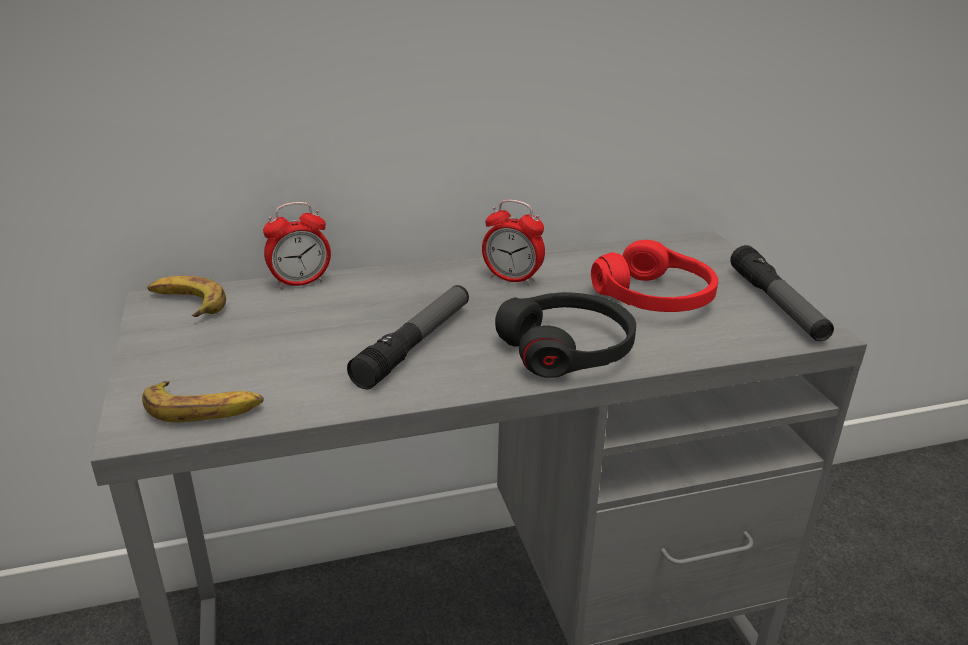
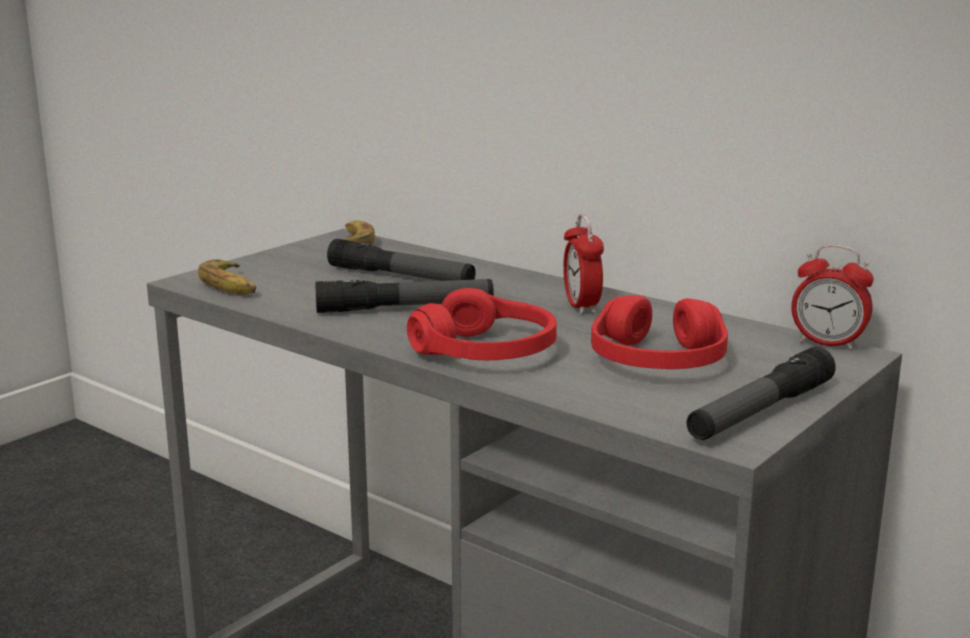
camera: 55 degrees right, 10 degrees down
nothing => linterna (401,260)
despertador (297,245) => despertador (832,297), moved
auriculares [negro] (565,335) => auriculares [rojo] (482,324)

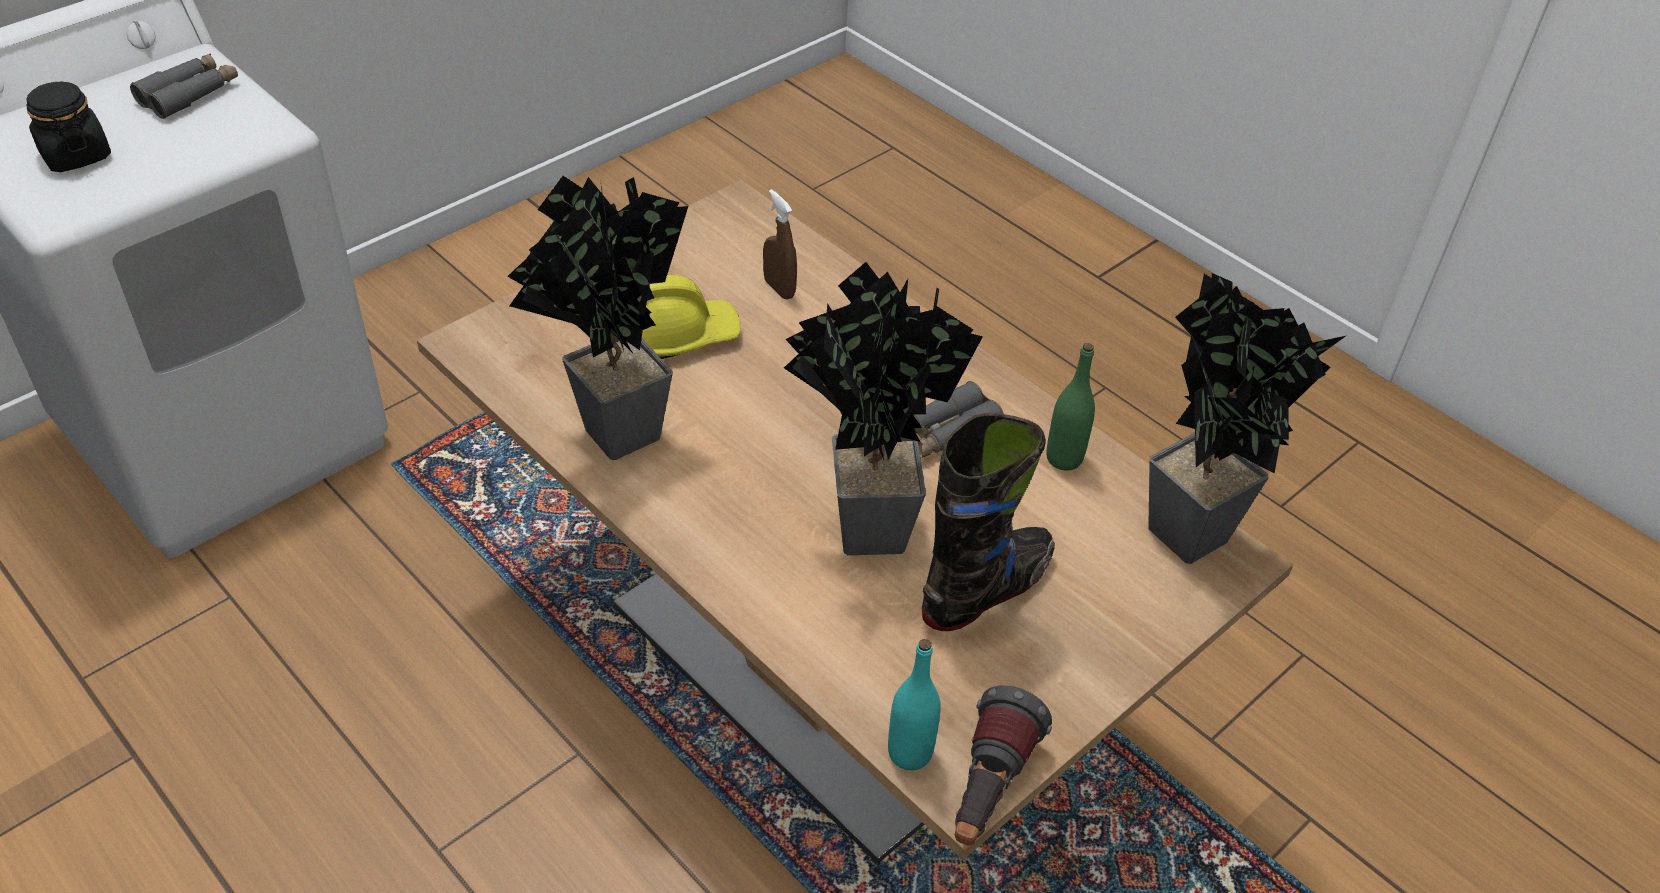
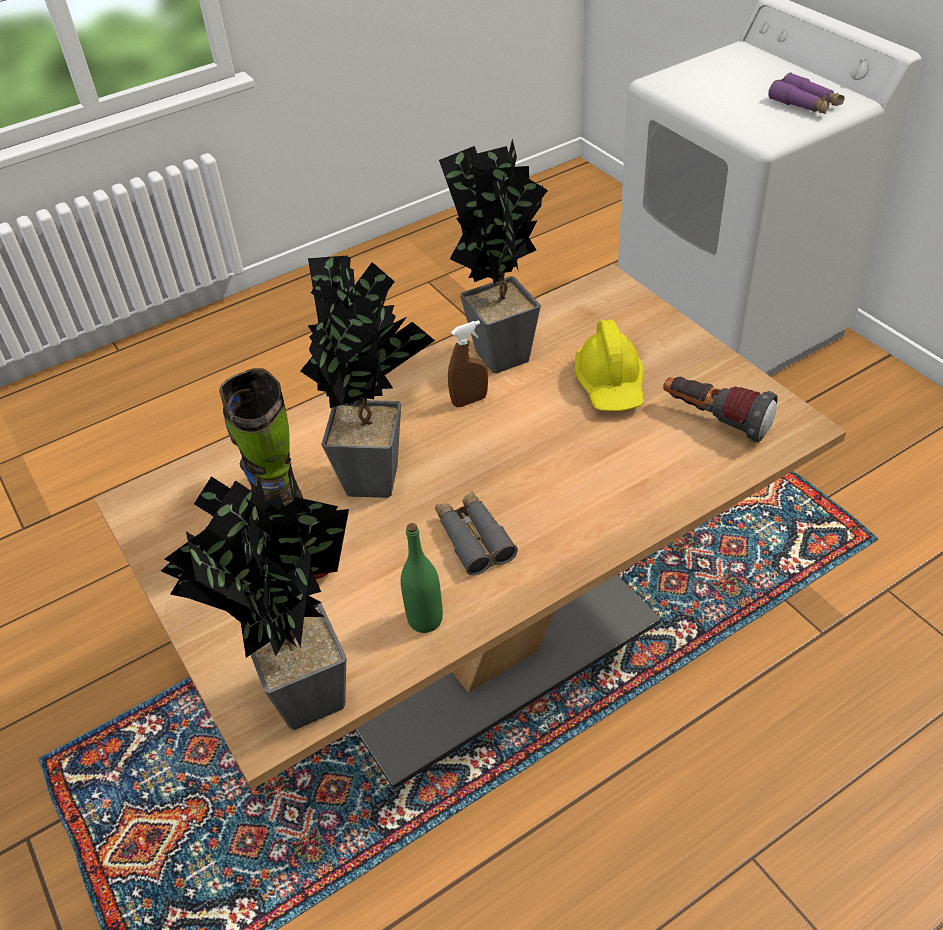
camera: 105 degrees right, 0 degrees up
tarro [negro] (68,127) => nothing
botella [turquesa] (914,704) => nothing
pulverizador [marrón] (780,244) => pulverizador [marrón] (468,363), moved
linterna (1003,765) => linterna (720,409), moved
prismáticos [gris] (184,86) => prismáticos [morado] (806,93)

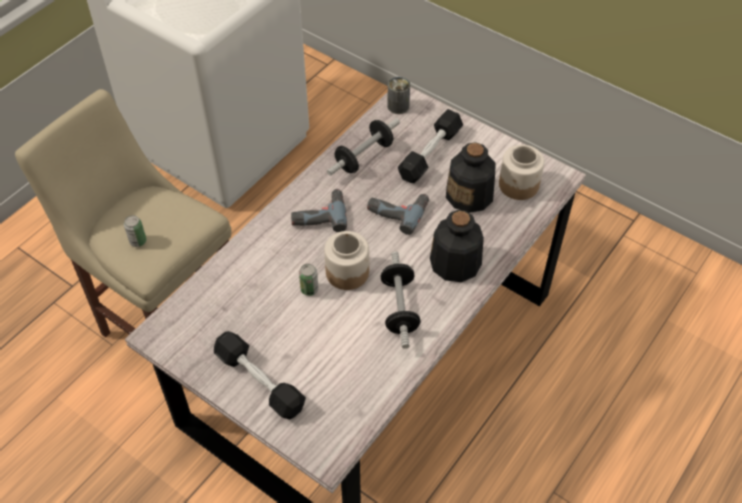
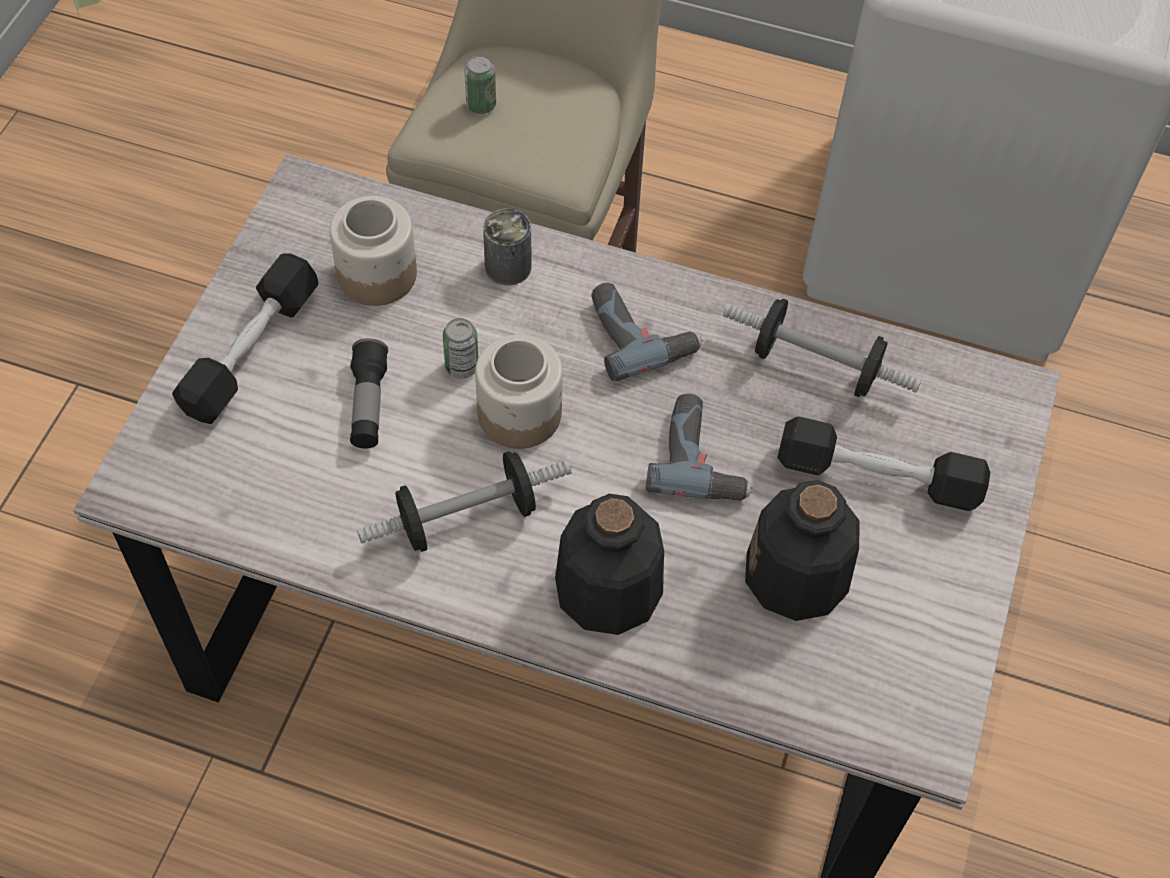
camera: 70 degrees right, 5 degrees up
nothing => linterna (369,393)
lata (398,95) => lata (507,246), moved
tarro (521,172) => tarro (373,251), moved

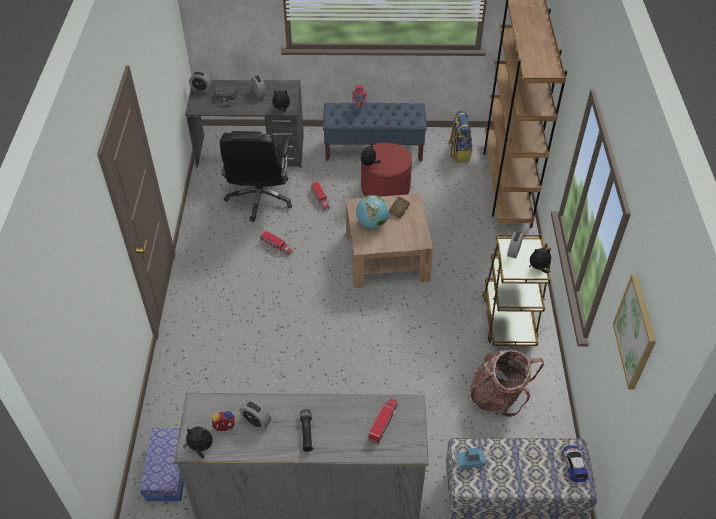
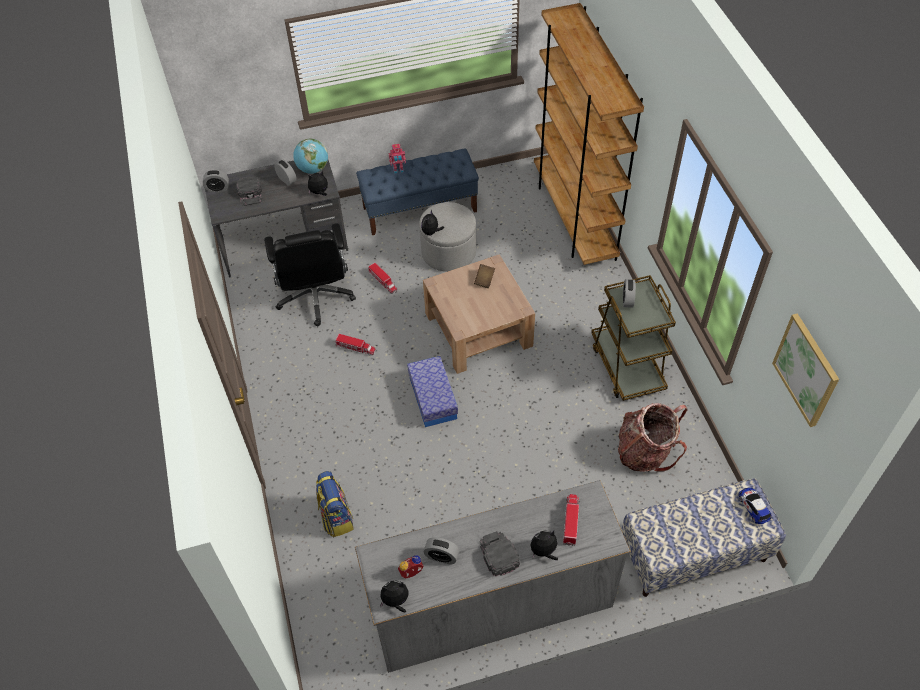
camera: 15 degrees left, 5 degrees up
coche de juguete [azul] (471,459) => nothing
caja de almacenaje (161,464) => caja de almacenaje (432,391), moved
globo terráqueo (372,211) => globo terráqueo (310,156), moved
mochila (460,136) => mochila (335,504), moved
peluche (540,260) => peluche (544,545), moved
linterna [negro] (306,430) => gorra [negro] (500,554)
puf [rojo] (386,170) => puf [gris] (447,237)

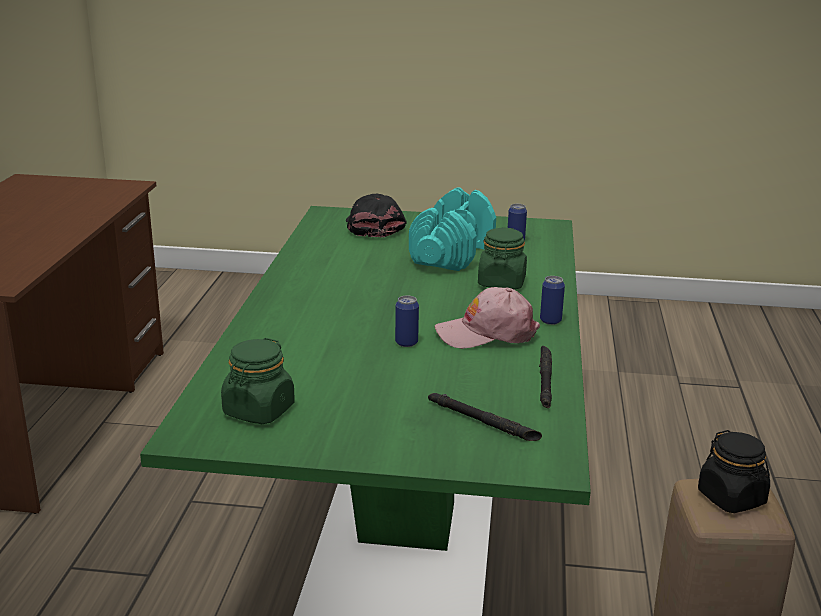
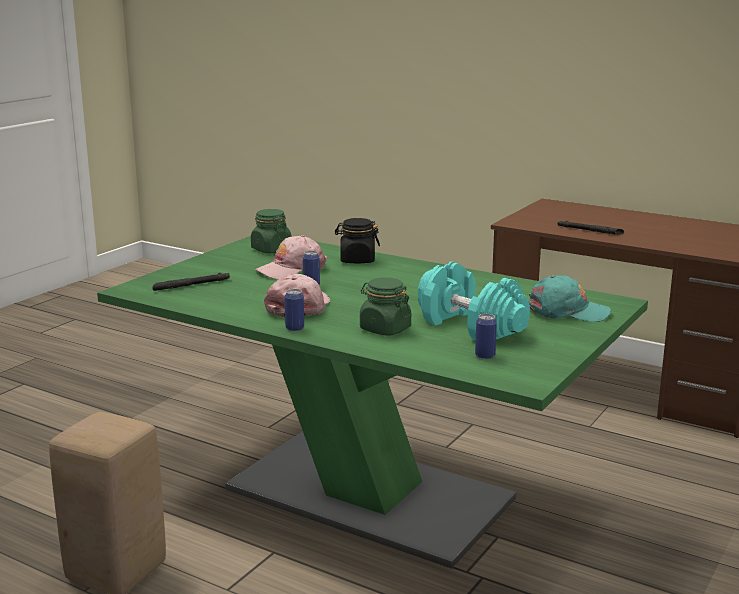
camera: 115 degrees right, 5 degrees down
nothing => gorra [rosa] (291,257)
linterna [negro] (545,377) => linterna [negro] (590,227), moved
tarro [negro] (734,471) => tarro [negro] (357,241), moved
gorra [negro] (376,215) => gorra [turquesa] (569,298)

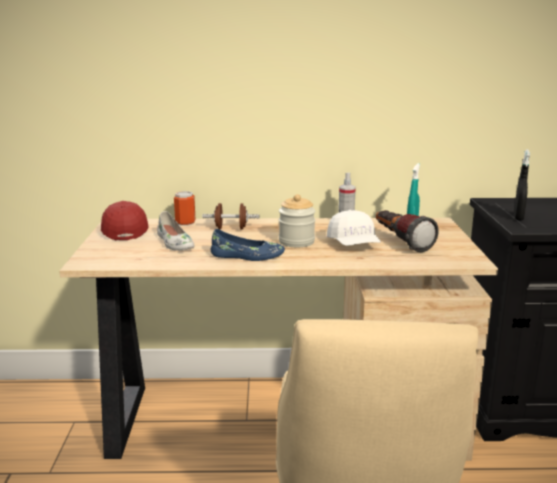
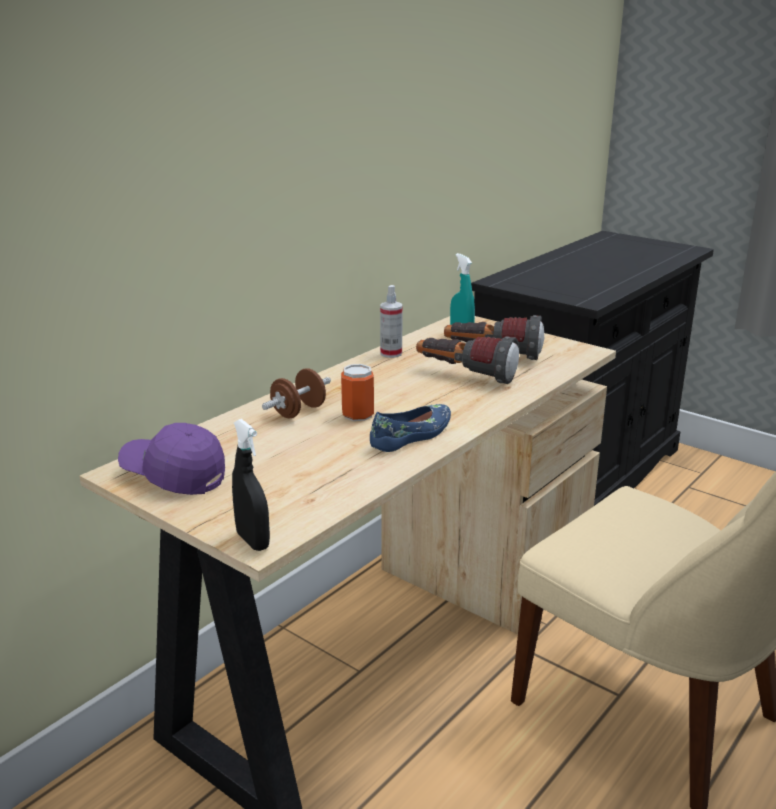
camera: 50 degrees left, 5 degrees up
zapato [blanco] (175,231) => nothing
tarro (297,220) => nothing
lata (184,208) => lata (357,392), moved
pulverizador [negro] (522,185) => pulverizador [negro] (251,485), moved
gorra [blanco] (354,228) => linterna (467,360)
gorra [rojo] (125,221) => gorra [morado] (171,459)

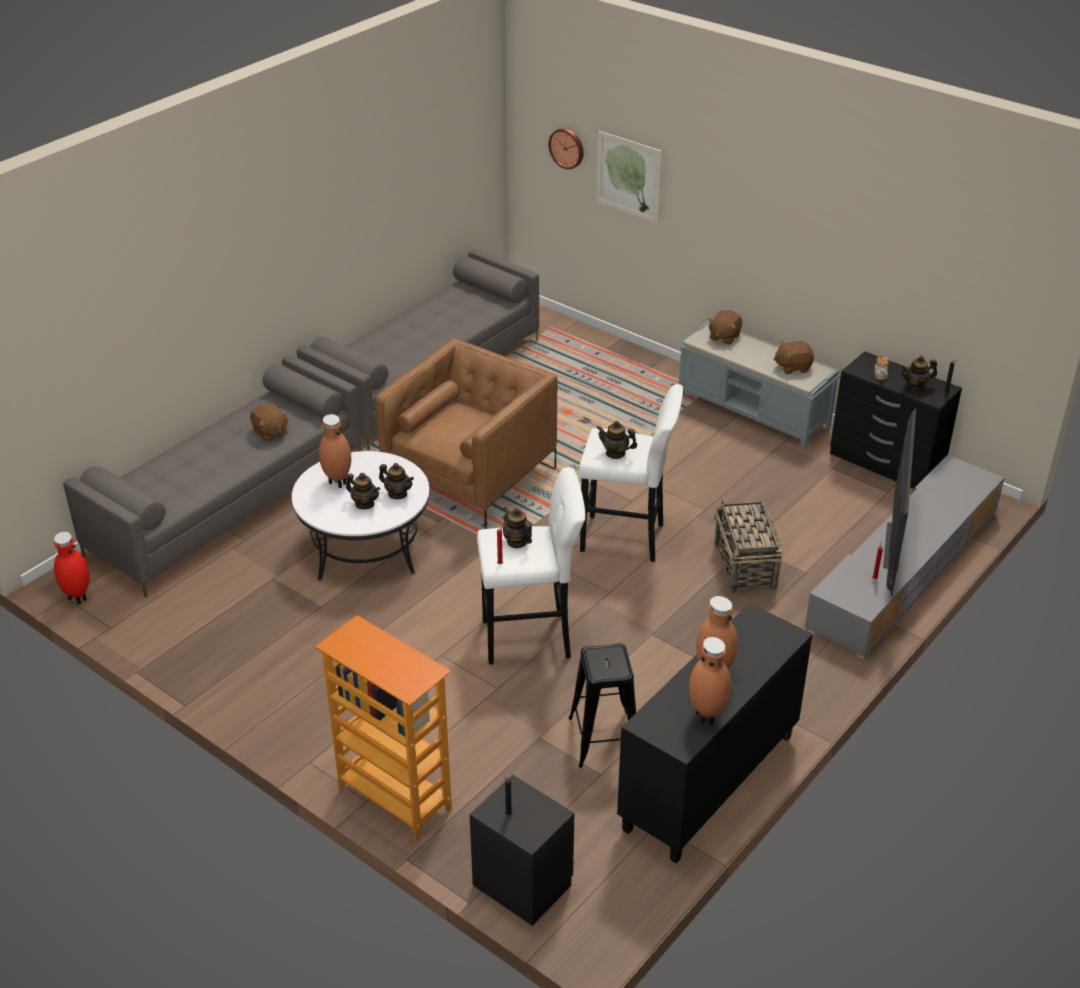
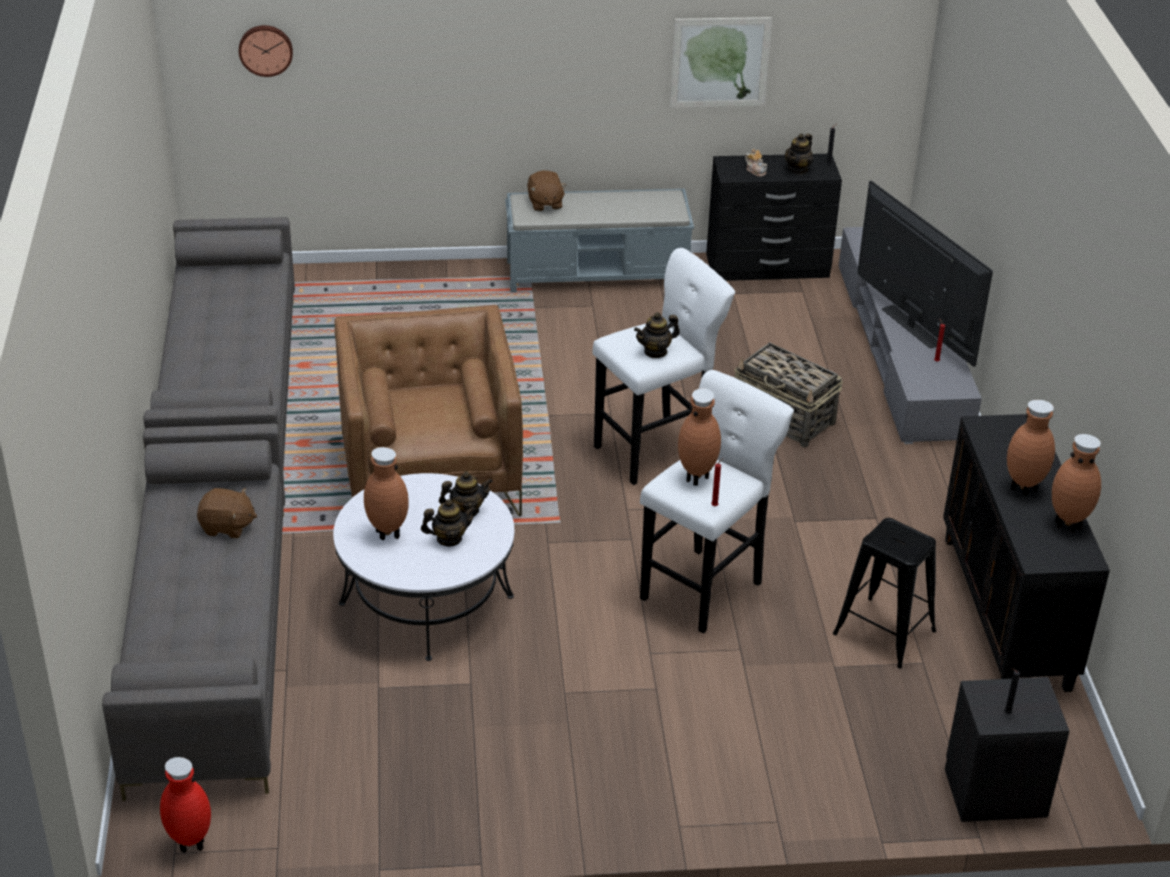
camera: 45 degrees left, 0 degrees up
estantería (383,728) => nothing
peluche [marrón] (794,357) => nothing
cuadro (629,177) => cuadro (721,62), moved
tetera (517,527) => florero [marrón] (699,437)

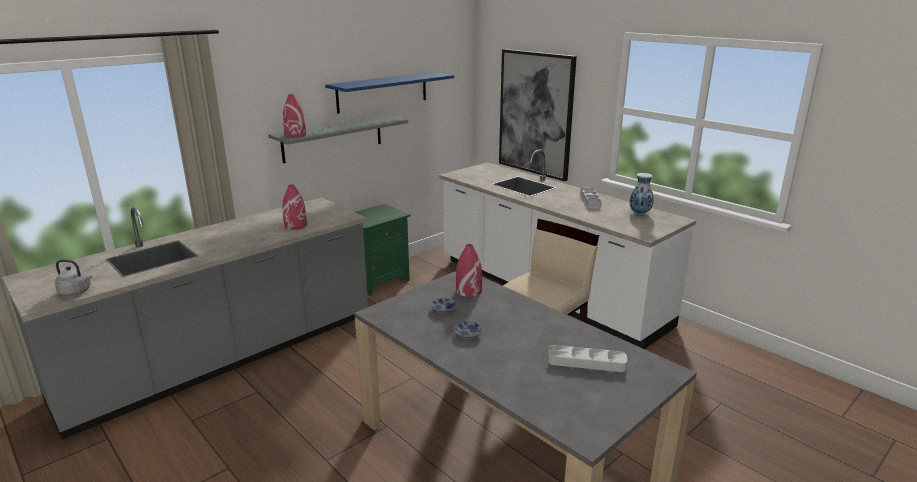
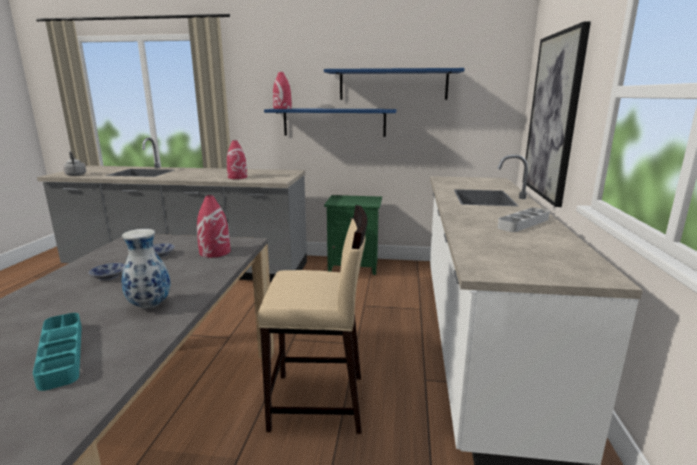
camera: 50 degrees right, 5 degrees down
florero (641,193) => florero (146,269), moved
estante [gris] (338,139) => estante [azul] (330,123)
bandeja [gris] (587,358) => bandeja [turquesa] (57,352)

